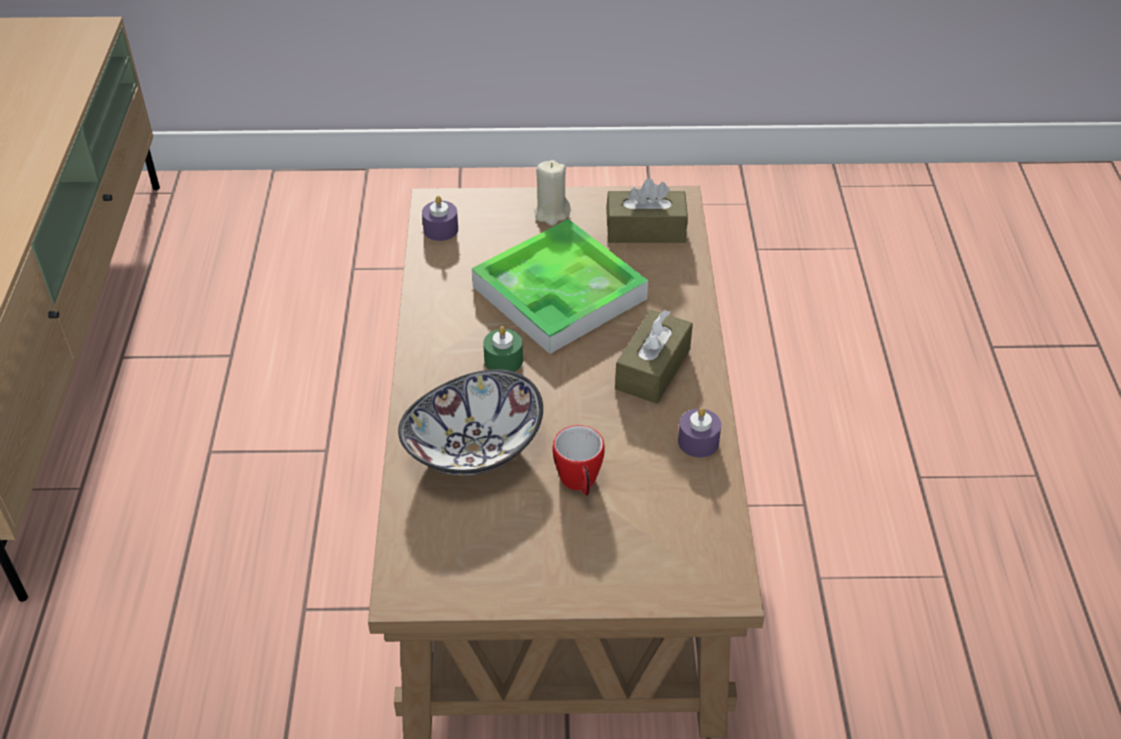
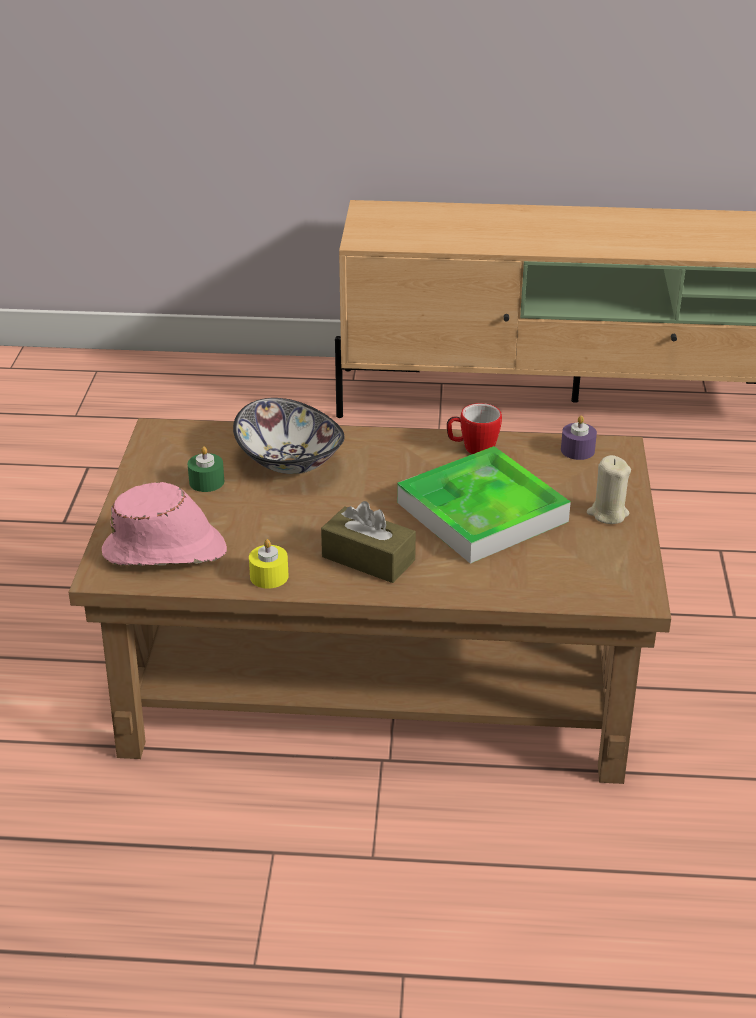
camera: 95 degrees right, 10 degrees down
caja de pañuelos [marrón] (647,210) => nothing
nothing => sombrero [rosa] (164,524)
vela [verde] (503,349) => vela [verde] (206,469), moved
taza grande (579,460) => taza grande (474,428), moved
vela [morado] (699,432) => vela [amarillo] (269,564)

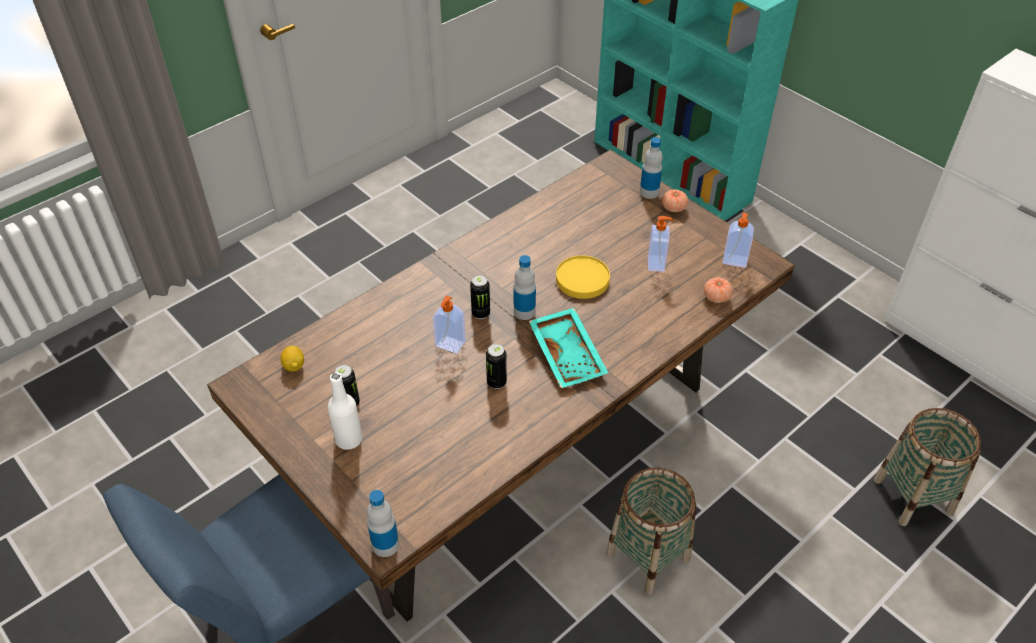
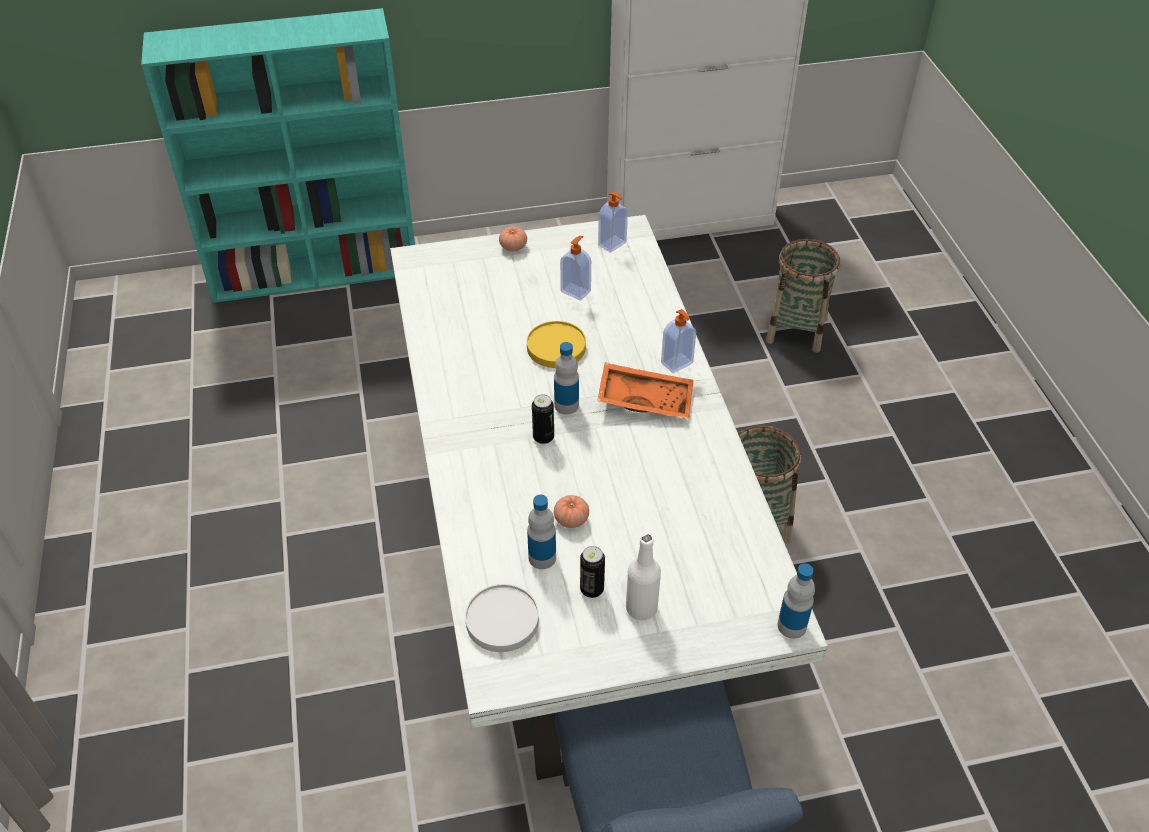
camera: 60 degrees left, 0 degrees up
lata (496,366) => nothing
dispensador de jabón (449,325) => dispensador de jabón (678,341), moved
botella (651,168) => botella (541,532), moved
tomate (718,290) => tomate (571,511), moved
limón (292,359) => plato [blanco] (502,618)
mesa de comedor [marrón] (501,386) => mesa de comedor [blanco] (609,497)
bandeja [turquesa] (568,348) => bandeja [naranja] (645,391)

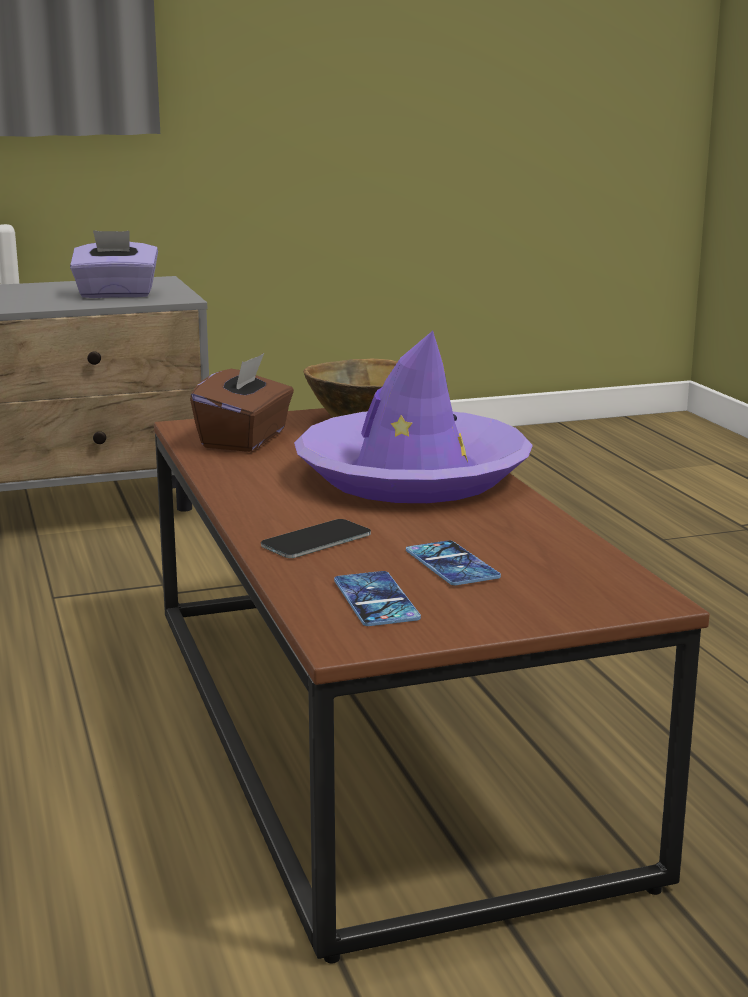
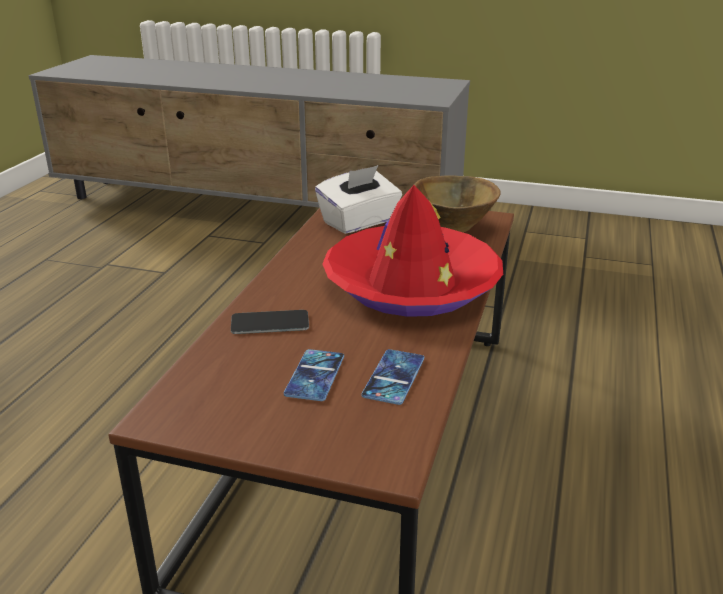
camera: 35 degrees right, 10 degrees up
caja de pañuelos [morado] (114,264) => nothing
móvil (377,598) => móvil (393,377), moved
caja de pañuelos [marrón] (242,402) => caja de pañuelos [blanco] (358,199)
sombrero [morado] (413,417) => sombrero [rojo] (412,251)

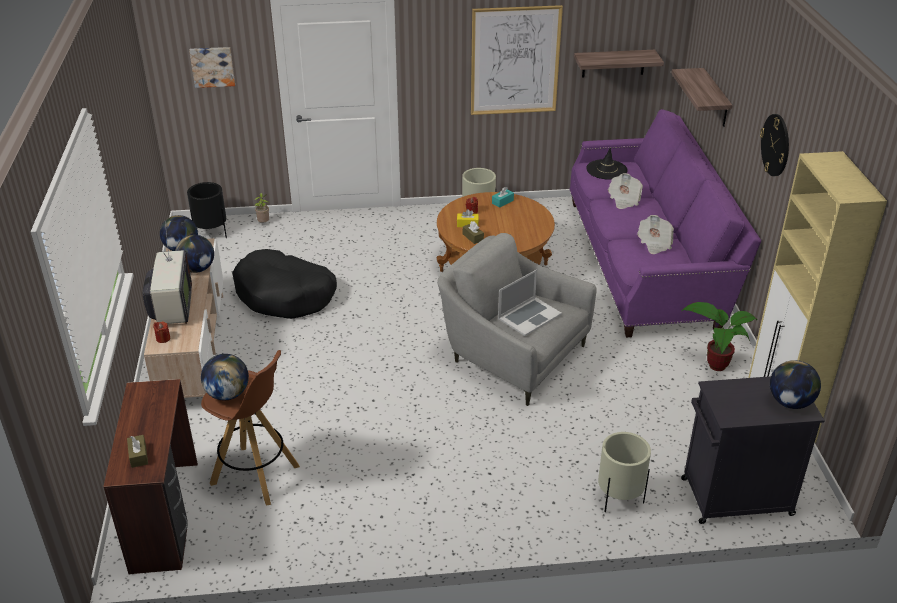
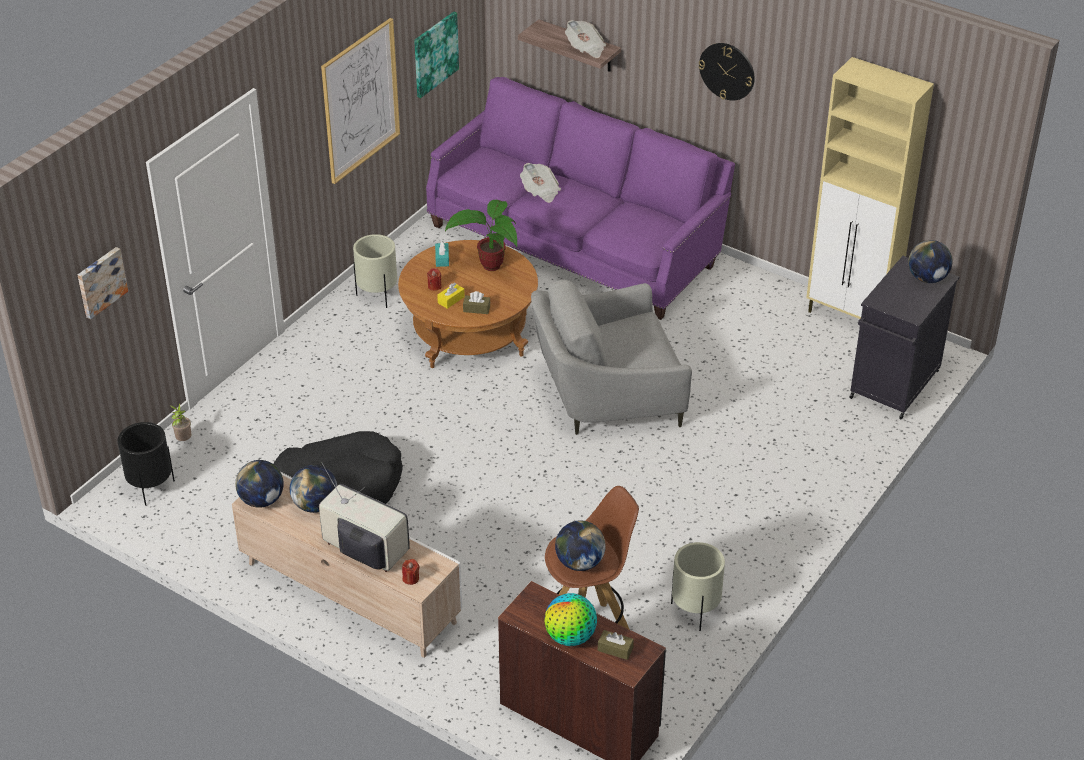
camera: 50 degrees left, 5 degrees up
portátil (530,302) => nothing
sombrero [negro] (607,164) => nothing
nothing => globo terráqueo (571,619)
maceta [beis] (624,472) => maceta [beis] (698,586), moved
periódico (655,234) => periódico (585,39), moved
planta en maceta (719,336) => planta en maceta (481,235), moved
estante (619,64) => cuadro (436,55)

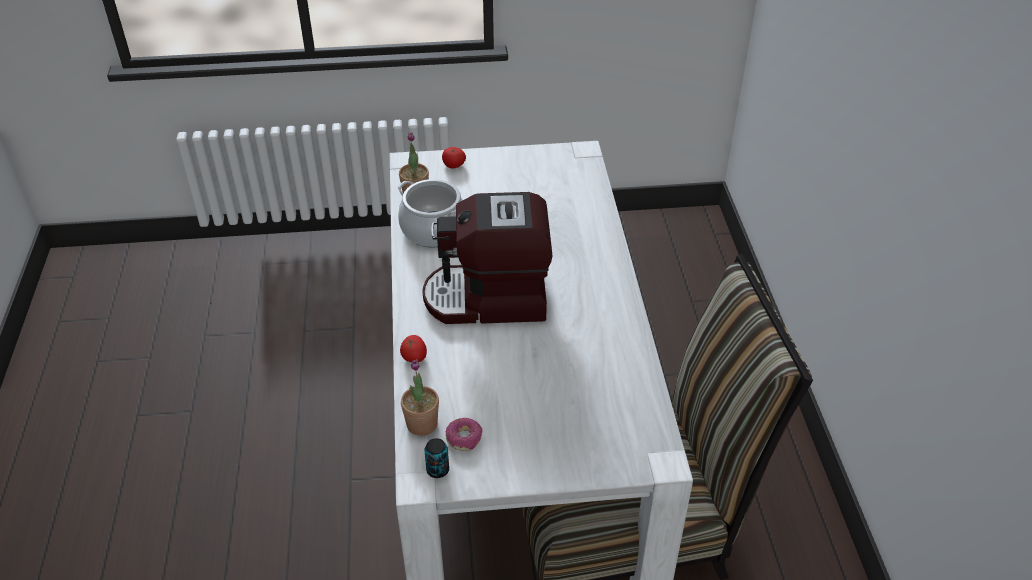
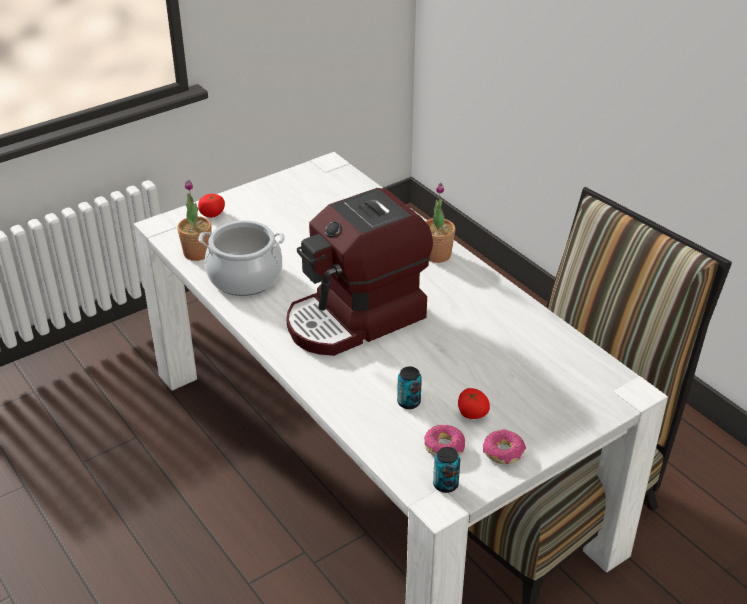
camera: 30 degrees left, 5 degrees down
nothing => lata (409,388)
nothing => rosquilla (504,446)
tomate (413,348) => tomate (474,403), moved
planta en maceta (420,397) => planta en maceta (440,223), moved

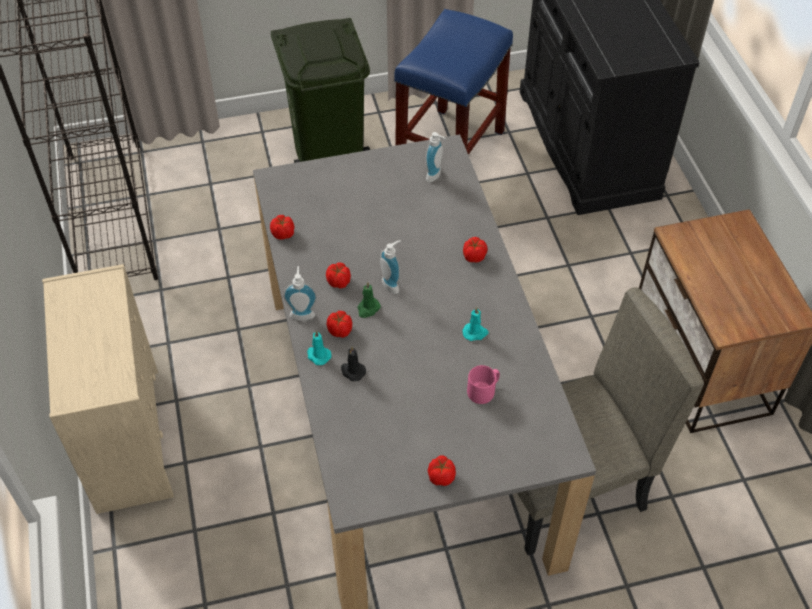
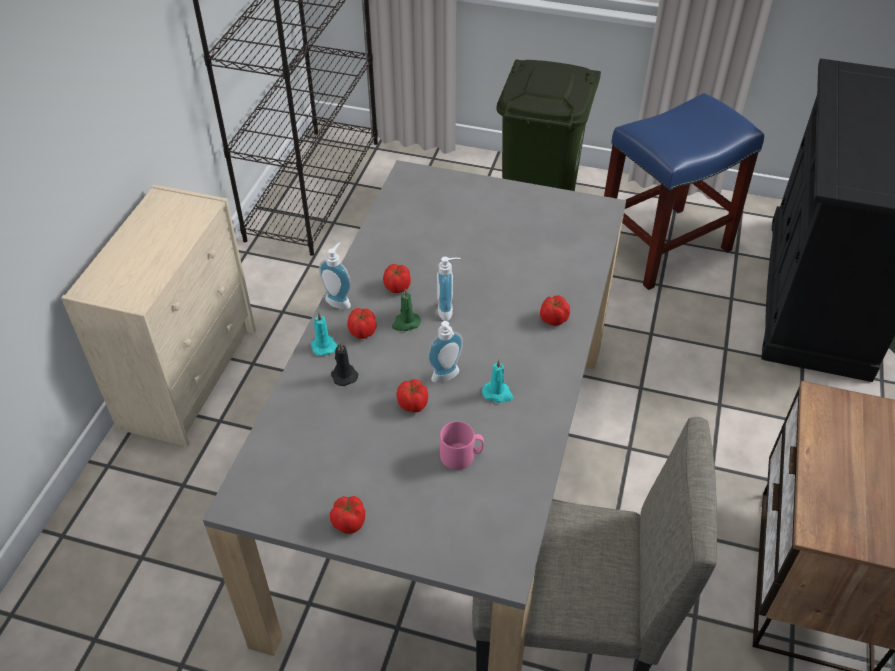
camera: 30 degrees right, 5 degrees down
tomate (282,227) => tomate (412,396), moved
dispensador de jabón (436,157) => dispensador de jabón (445,352), moved

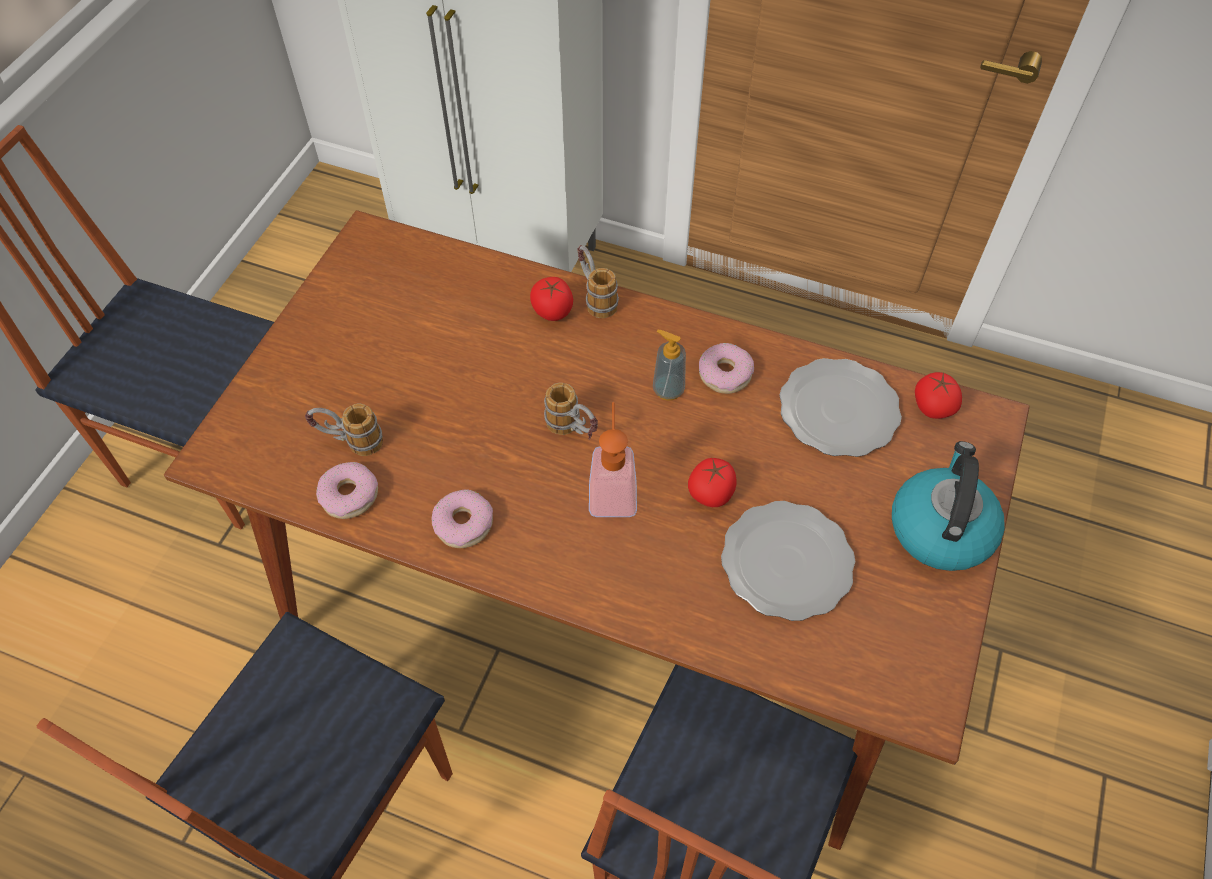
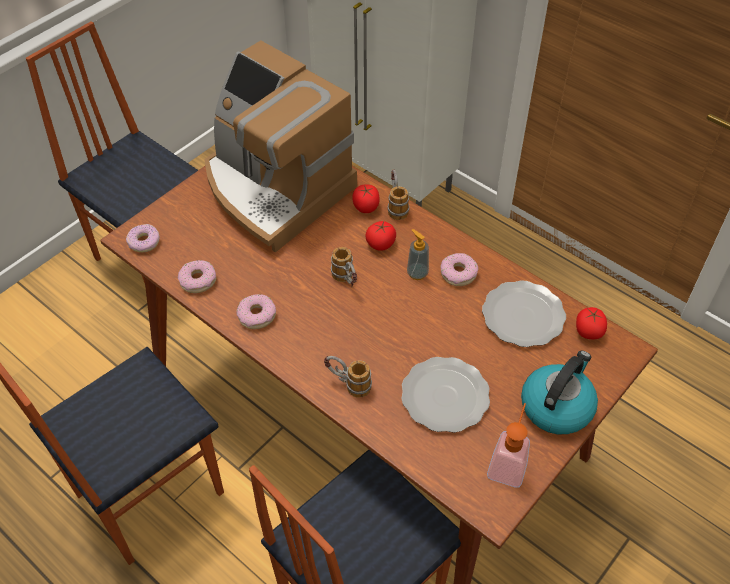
camera: 20 degrees right, 5 degrees down
nothing => rosquilla (143,238)
nothing => cafetera (280,146)
taza grande (344,430) => taza grande (348,377), moved
dispensador de jabón (613,459) => dispensador de jabón (508,445), moved
tomate (712,482) => tomate (380,236), moved

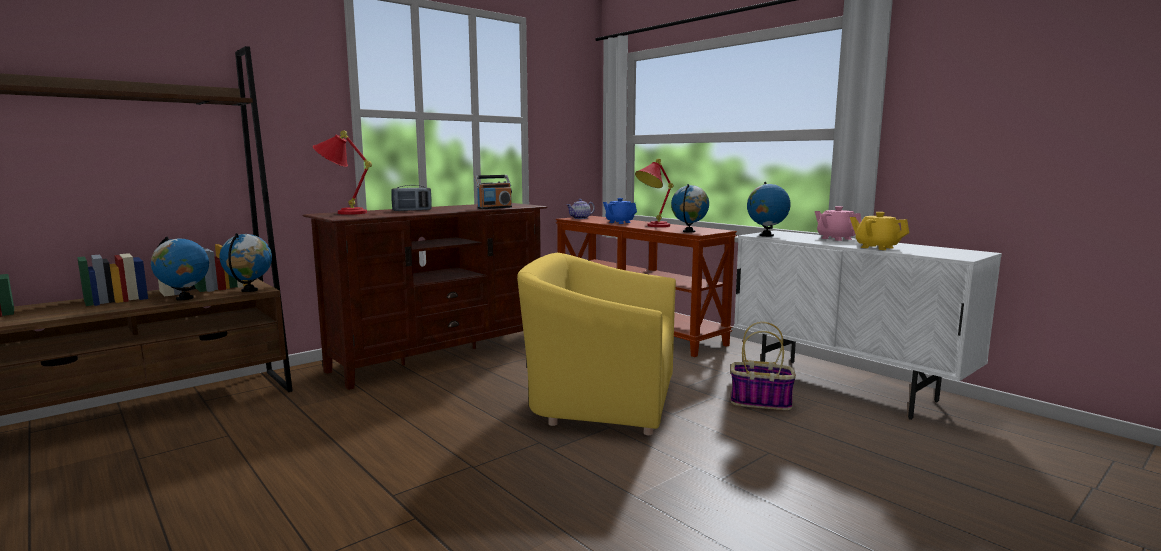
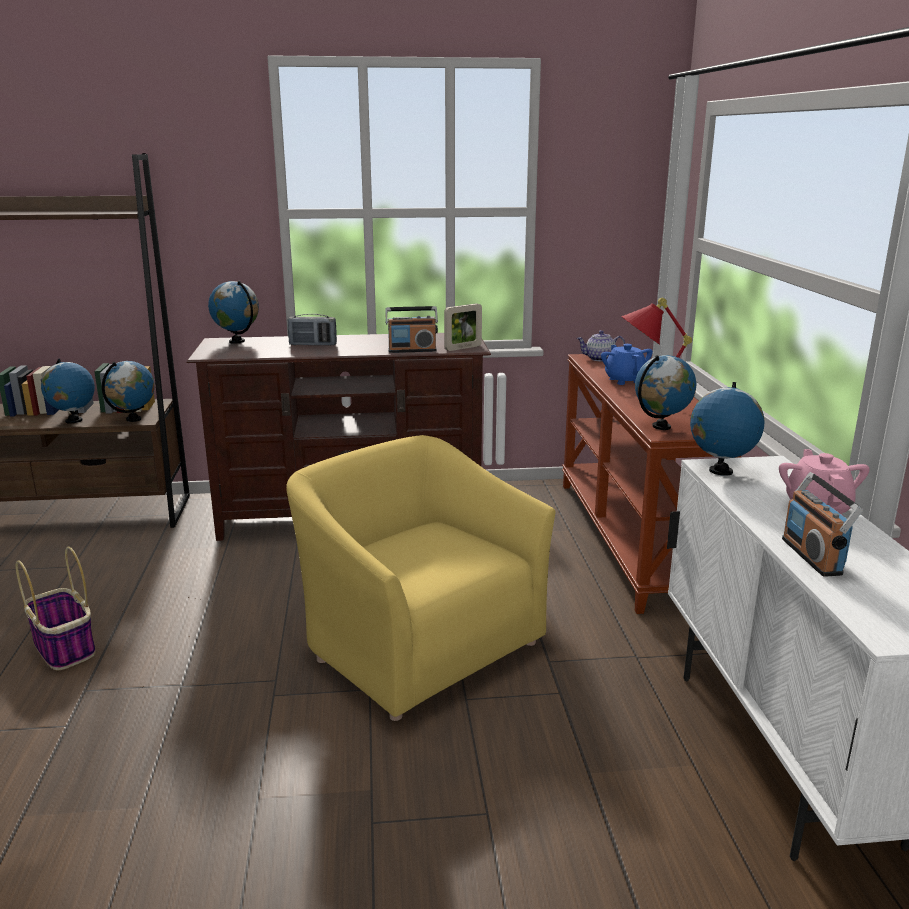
camera: 35 degrees right, 10 degrees up
nothing => portarretratos (463,327)
cesta (763,366) => cesta (56,609), moved
lámpara de mesa [rojo] (342,173) => globo terráqueo (233,312)
tetera [amarillo] (879,231) => radio (822,524)

